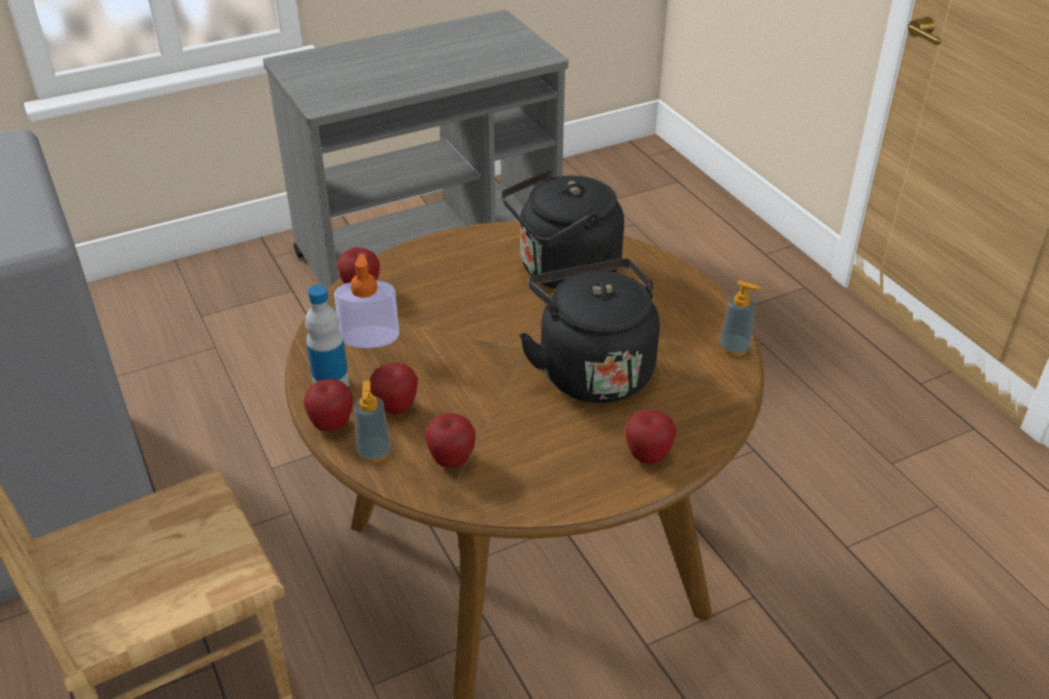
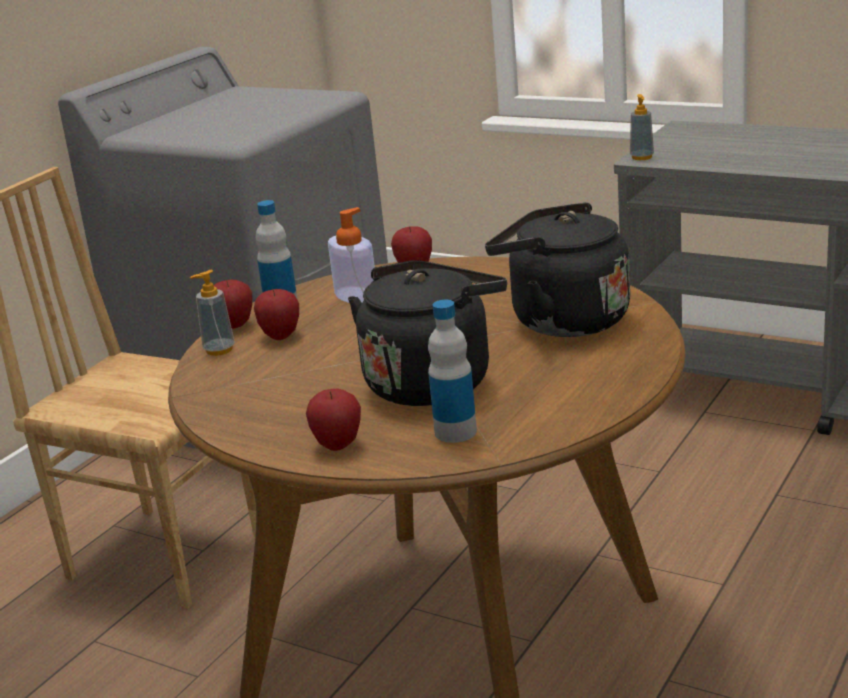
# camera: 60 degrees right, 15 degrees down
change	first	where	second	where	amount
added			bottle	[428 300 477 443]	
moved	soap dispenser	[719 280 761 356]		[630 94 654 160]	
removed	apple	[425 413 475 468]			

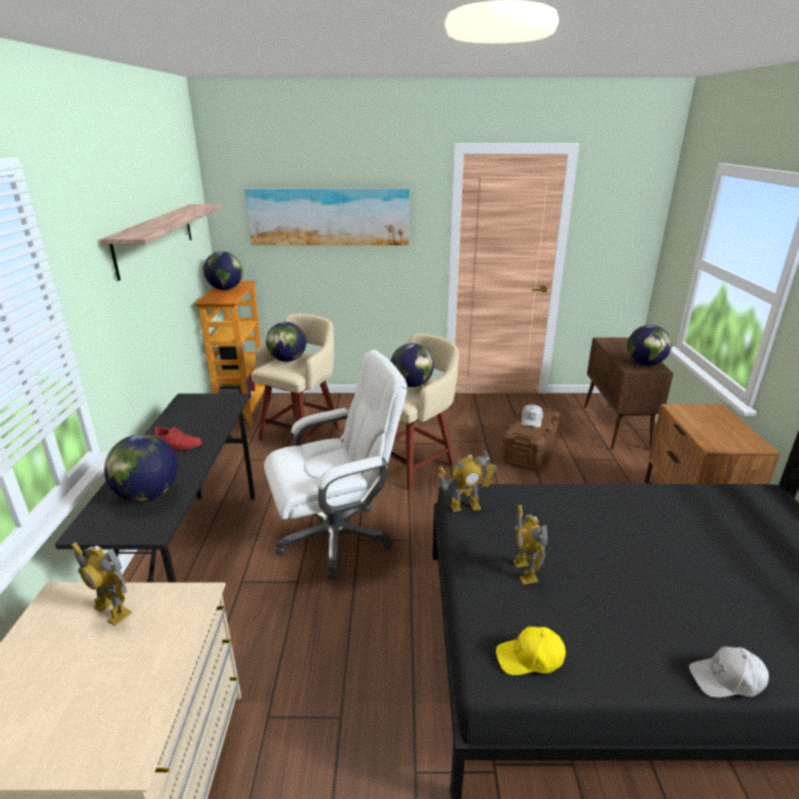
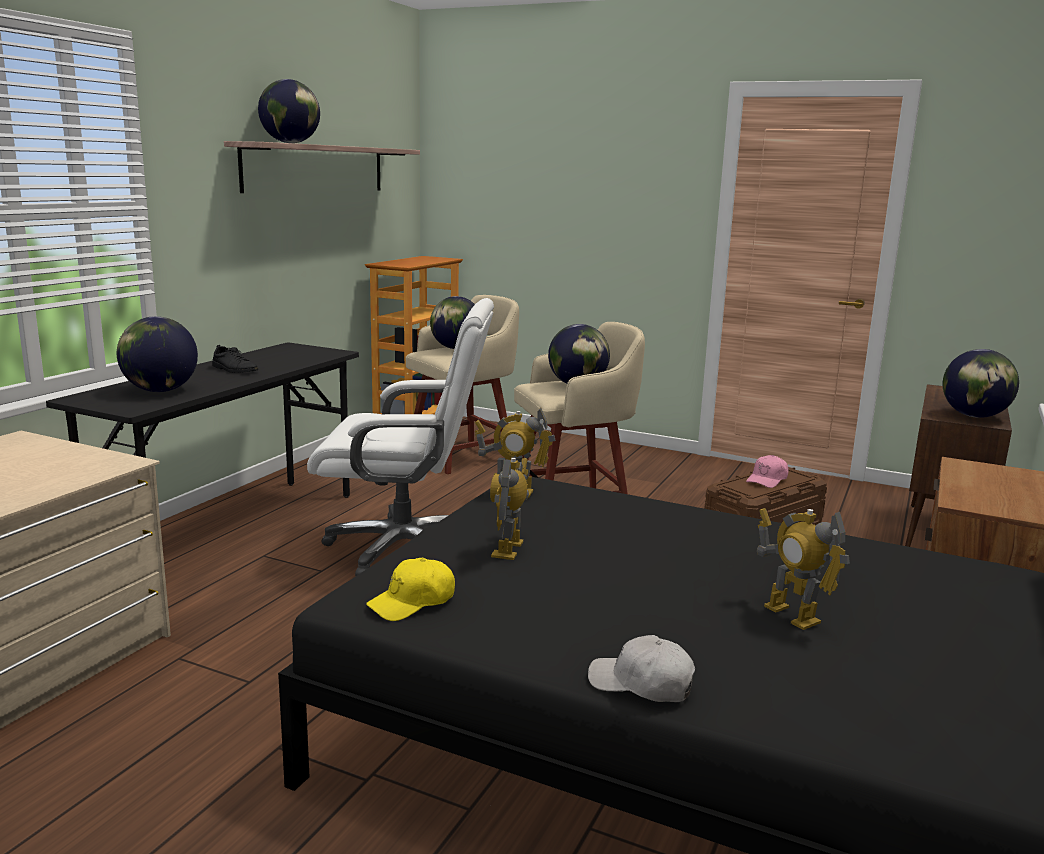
# camera: 25 degrees right, 10 degrees down
change	first	where	second	where	amount
recoloured	shoe/red	[154 427 203 451]	shoe/black	[212 345 258 373]	
moved	globe	[203 251 243 290]		[258 79 320 143]	
turned	cap/yellow	[496 626 566 675]		[366 558 455 621]	60 degrees counterclockwise
recoloured	cap/white	[521 404 543 428]	cap/pink	[746 455 788 488]	
moved	toy robot	[71 542 132 626]		[757 508 850 630]	
removed	picture	[244 189 409 245]			

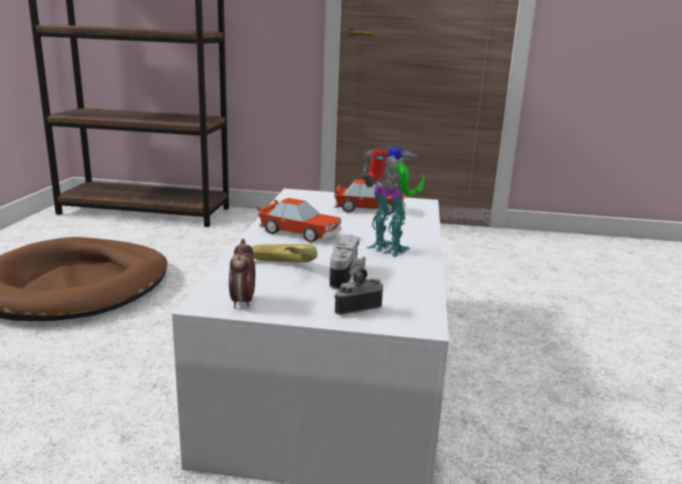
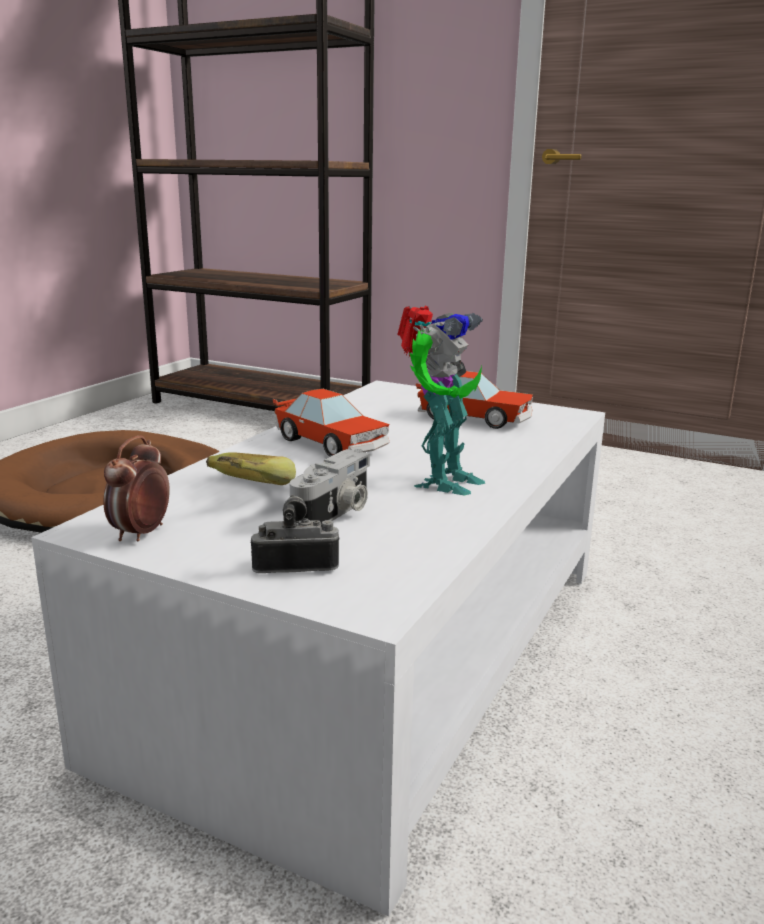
# camera: 20 degrees right, 0 degrees up
change	first	where	second	where	amount
turned	toy robot	[362 146 424 257]		[397 305 485 495]	60 degrees clockwise

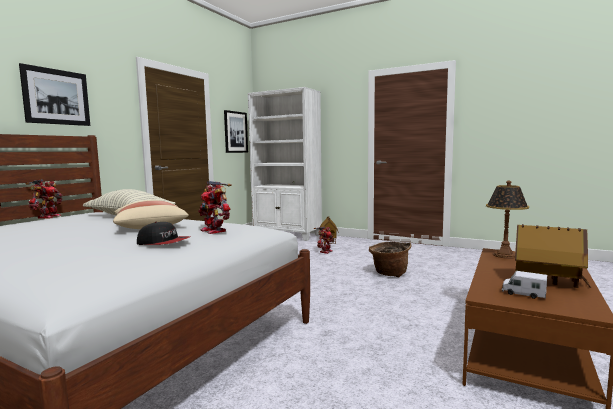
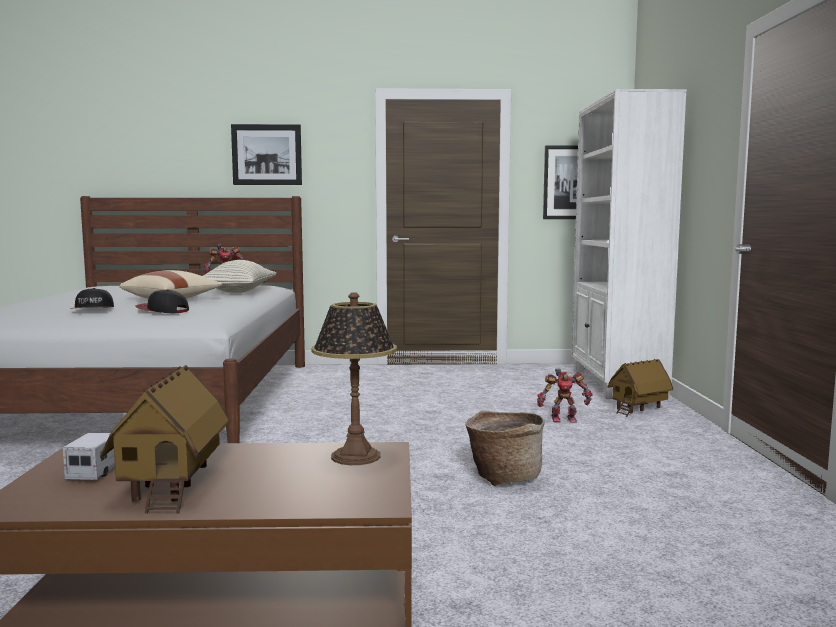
# camera: 60 degrees right, 0 degrees up
change	first	where	second	where	amount
replaced	toy robot	[198 181 232 234]	cap	[135 290 189 313]	

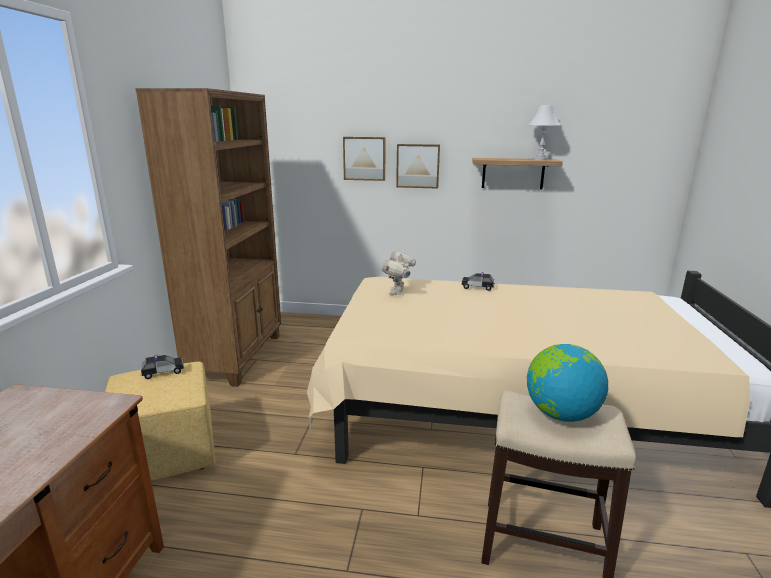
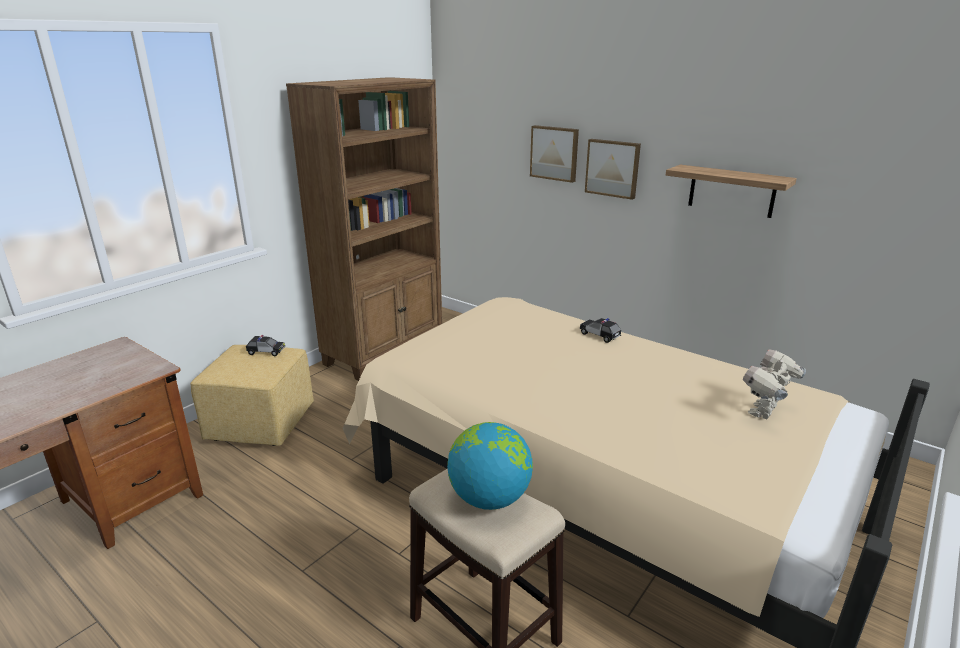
# camera: 30 degrees right, 5 degrees up
change	first	where	second	where	amount
moved	toy robot	[382 250 416 295]		[743 349 806 419]	
removed	table lamp/white	[528 105 561 160]			

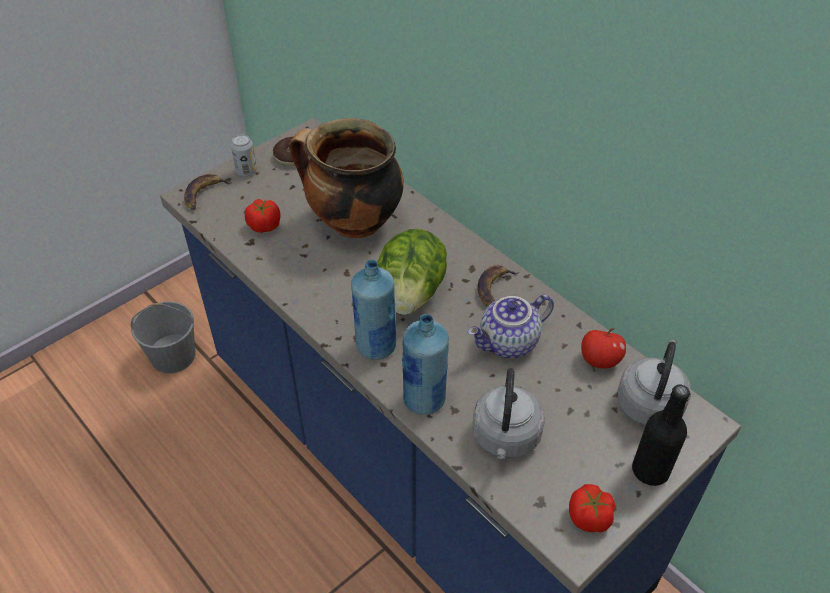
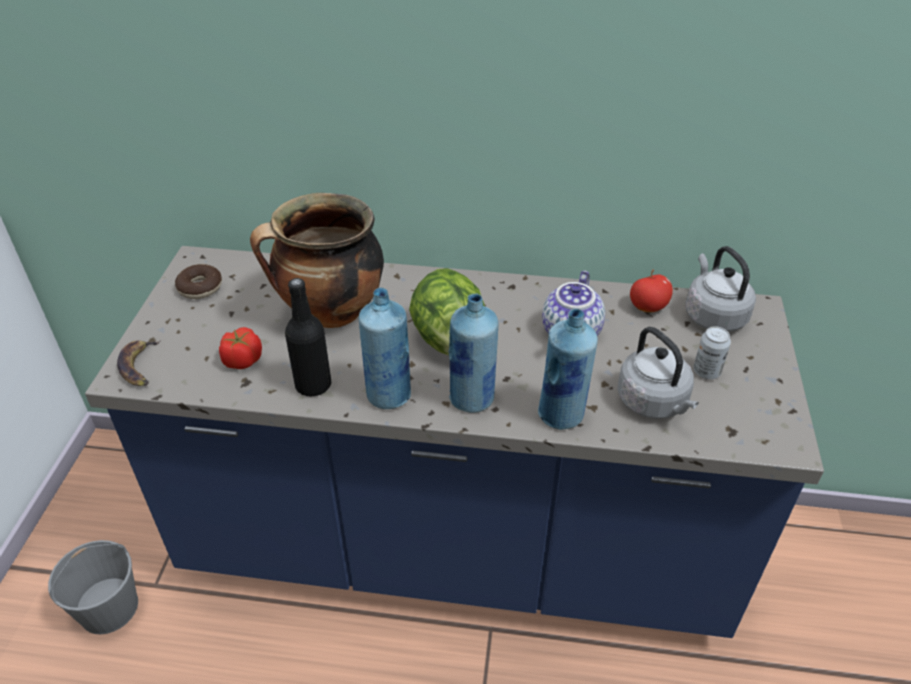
# camera: 40 degrees left, 5 degrees down
change	first	where	second	where	amount
moved	bottle/black	[632 385 690 486]		[285 278 331 396]	
added			bottle/blue	[359 288 411 409]	
moved	can	[231 134 257 176]		[693 326 731 379]	
removed	banana	[478 265 519 307]			
removed	tomato	[569 484 615 532]			

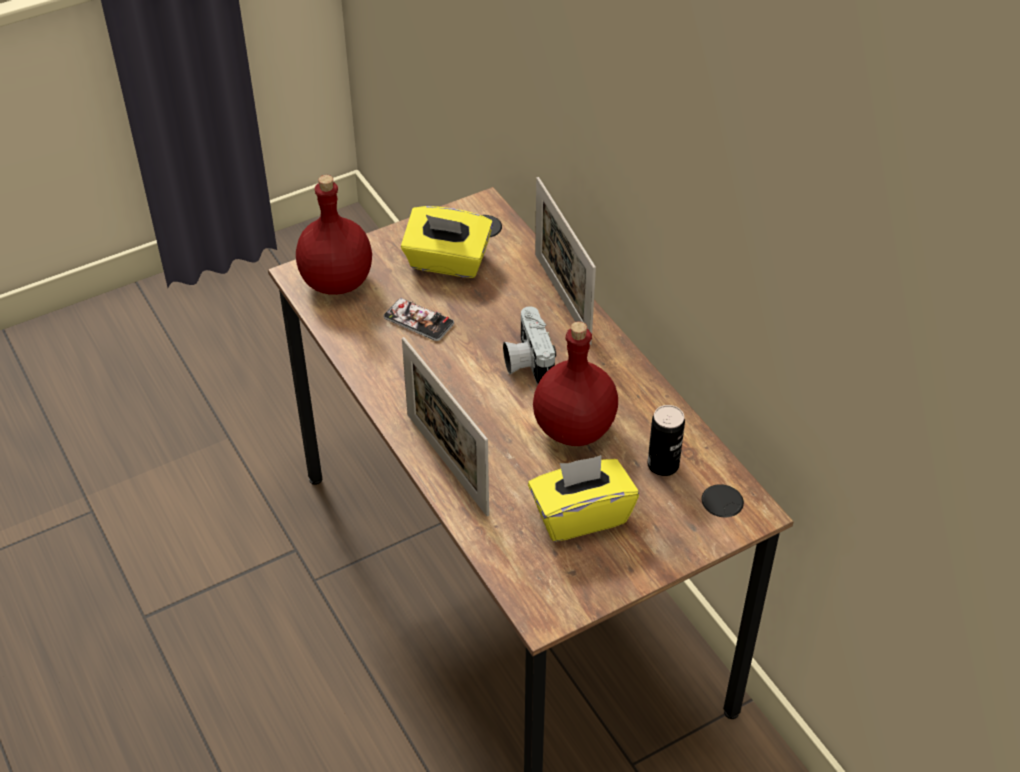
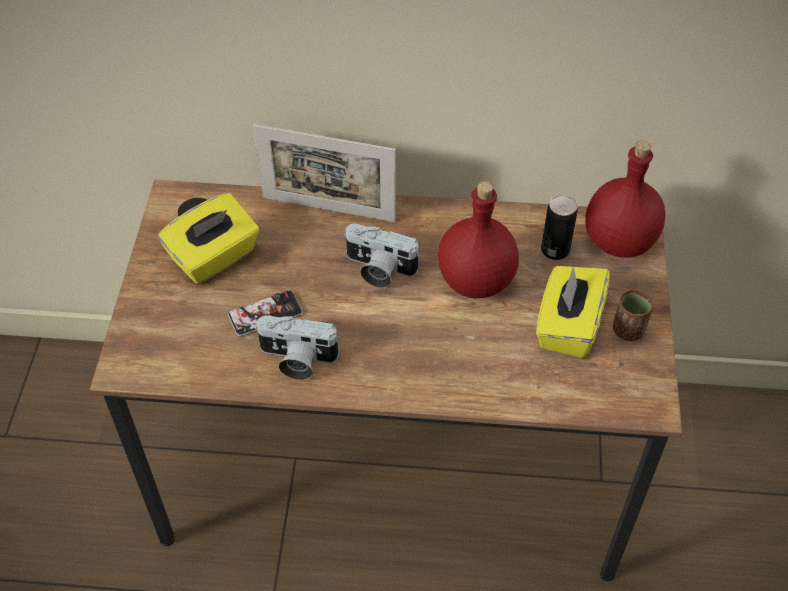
# camera: 55 degrees left, 5 degrees up
change	first	where	second	where	amount
added			photo camera	[255 315 340 380]	
moved	bottle/red	[296 175 372 295]		[585 140 666 258]	
added			cup/brown	[613 289 653 341]	
removed	picture frame	[402 337 489 516]			

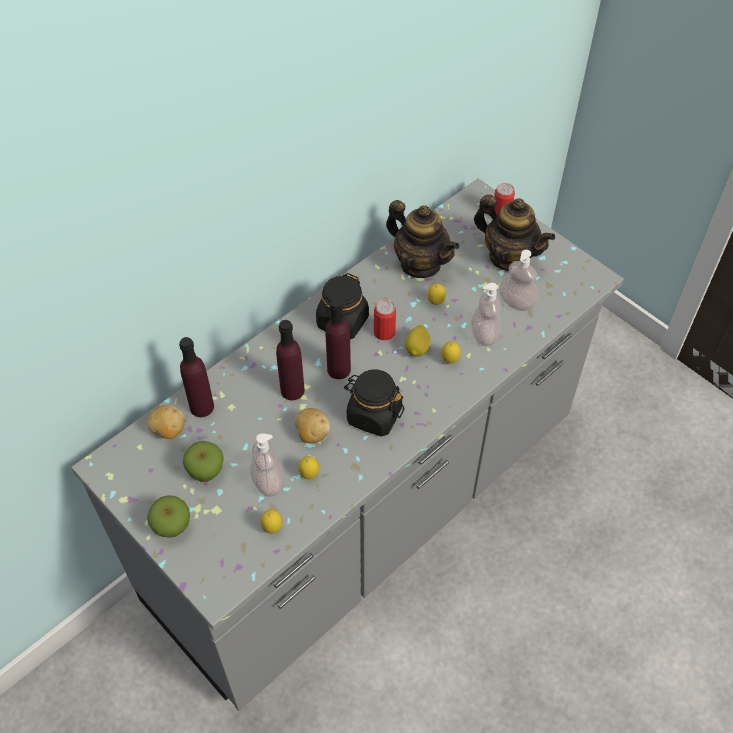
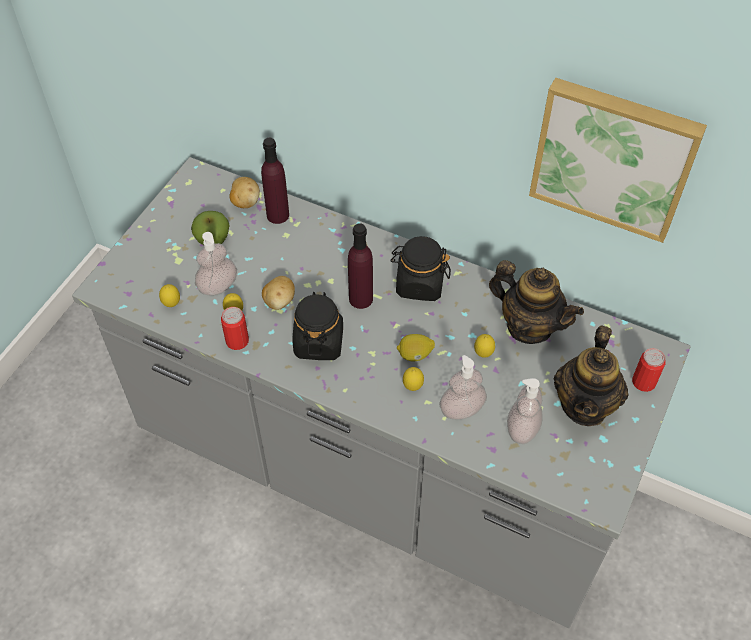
# camera: 70 degrees right, 0 degrees up
change	first	where	second	where	amount
moved	can	[374 299 396 341]		[221 307 249 350]	
turned	teapot	[386 200 459 278]		[489 260 584 344]	75 degrees counterclockwise
added			picture	[529 78 707 243]	
removed	apple	[147 495 190 538]			
removed	bottle/purple	[276 320 305 400]			

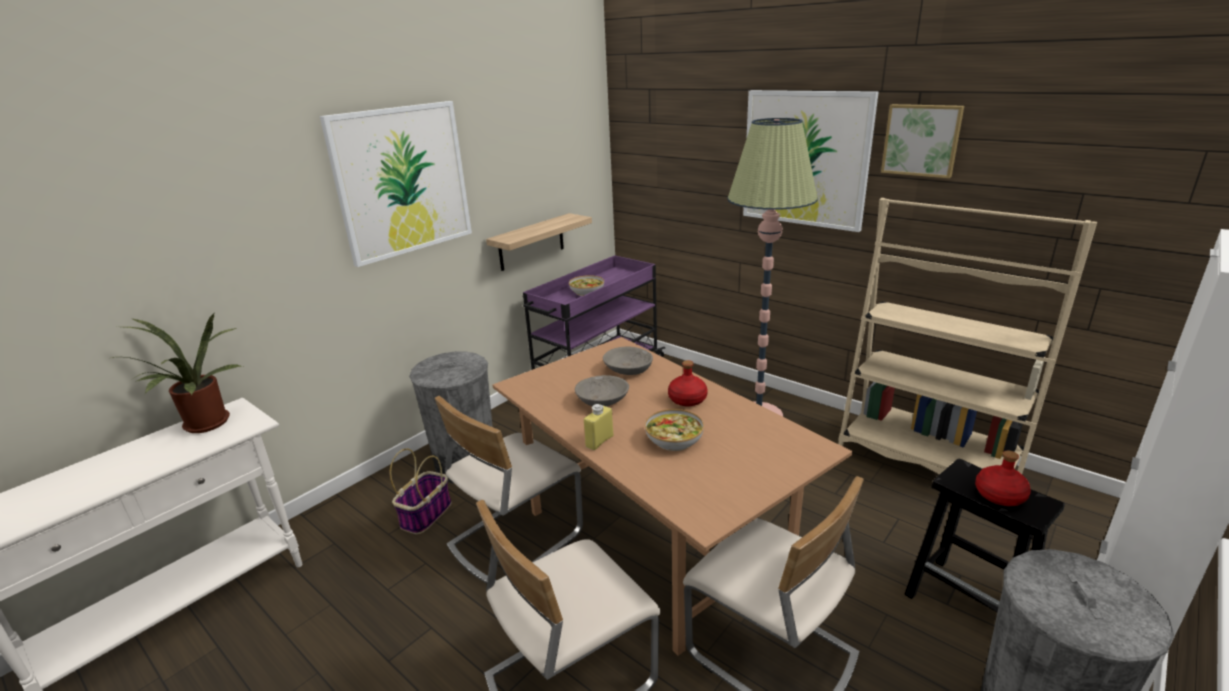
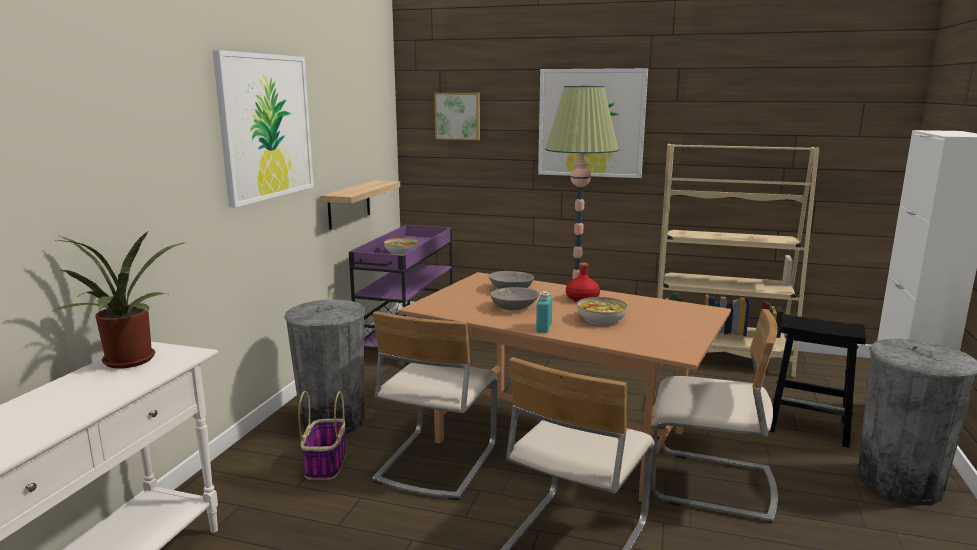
# camera: 25 degrees left, 10 degrees down
change	first	where	second	where	amount
moved	picture	[881 104 964 178]		[434 93 480 140]	
recoloured	bottle/yellow	[584 404 614 450]	bottle/turquoise	[536 291 552 333]	
removed	bottle/red	[975 451 1031 506]			

